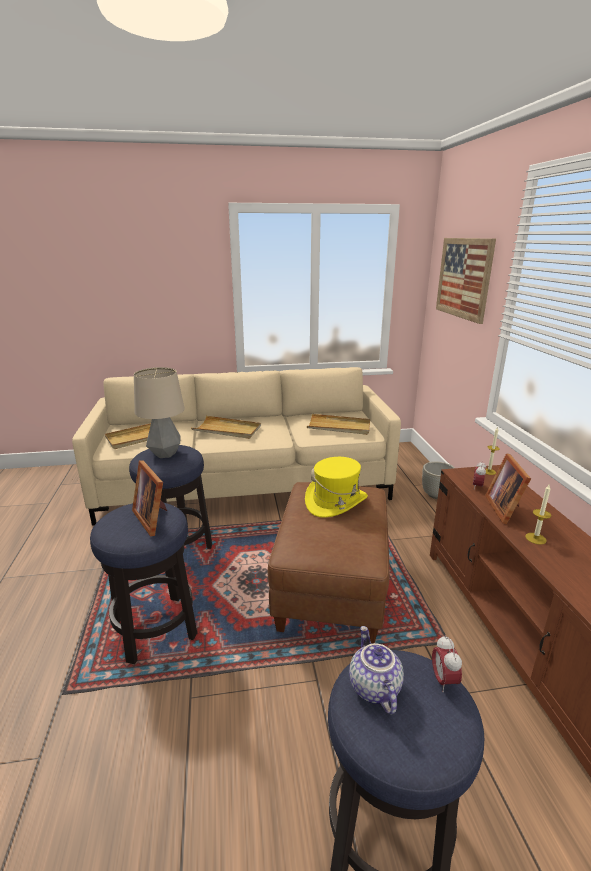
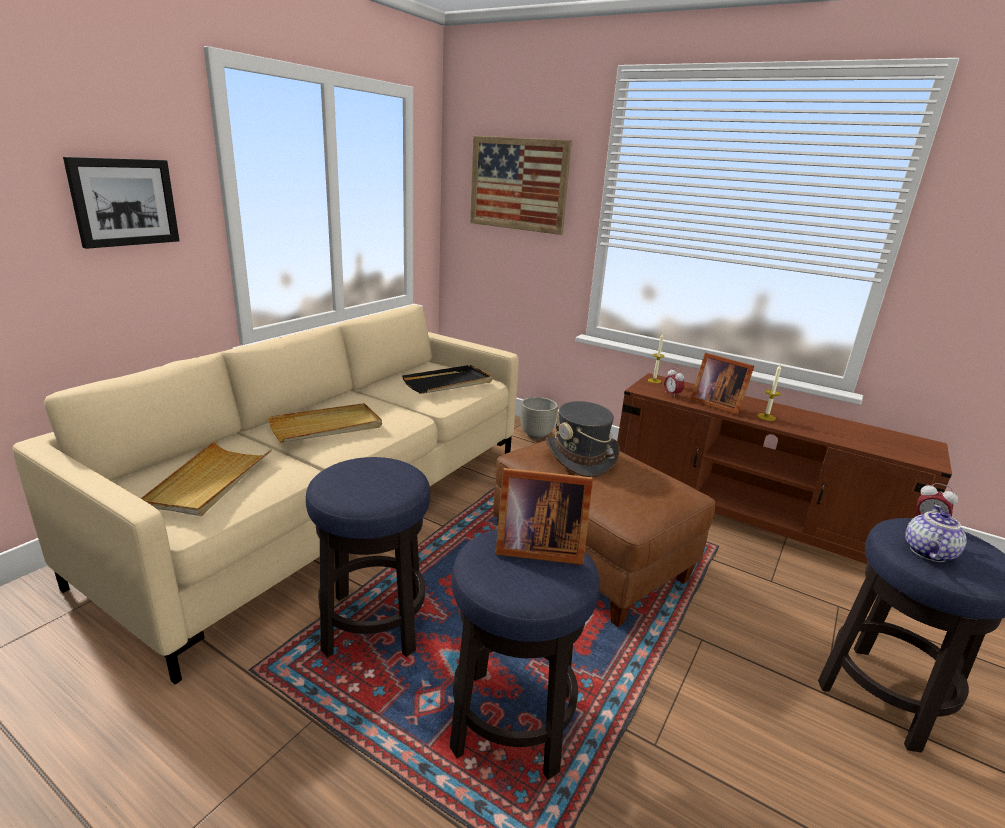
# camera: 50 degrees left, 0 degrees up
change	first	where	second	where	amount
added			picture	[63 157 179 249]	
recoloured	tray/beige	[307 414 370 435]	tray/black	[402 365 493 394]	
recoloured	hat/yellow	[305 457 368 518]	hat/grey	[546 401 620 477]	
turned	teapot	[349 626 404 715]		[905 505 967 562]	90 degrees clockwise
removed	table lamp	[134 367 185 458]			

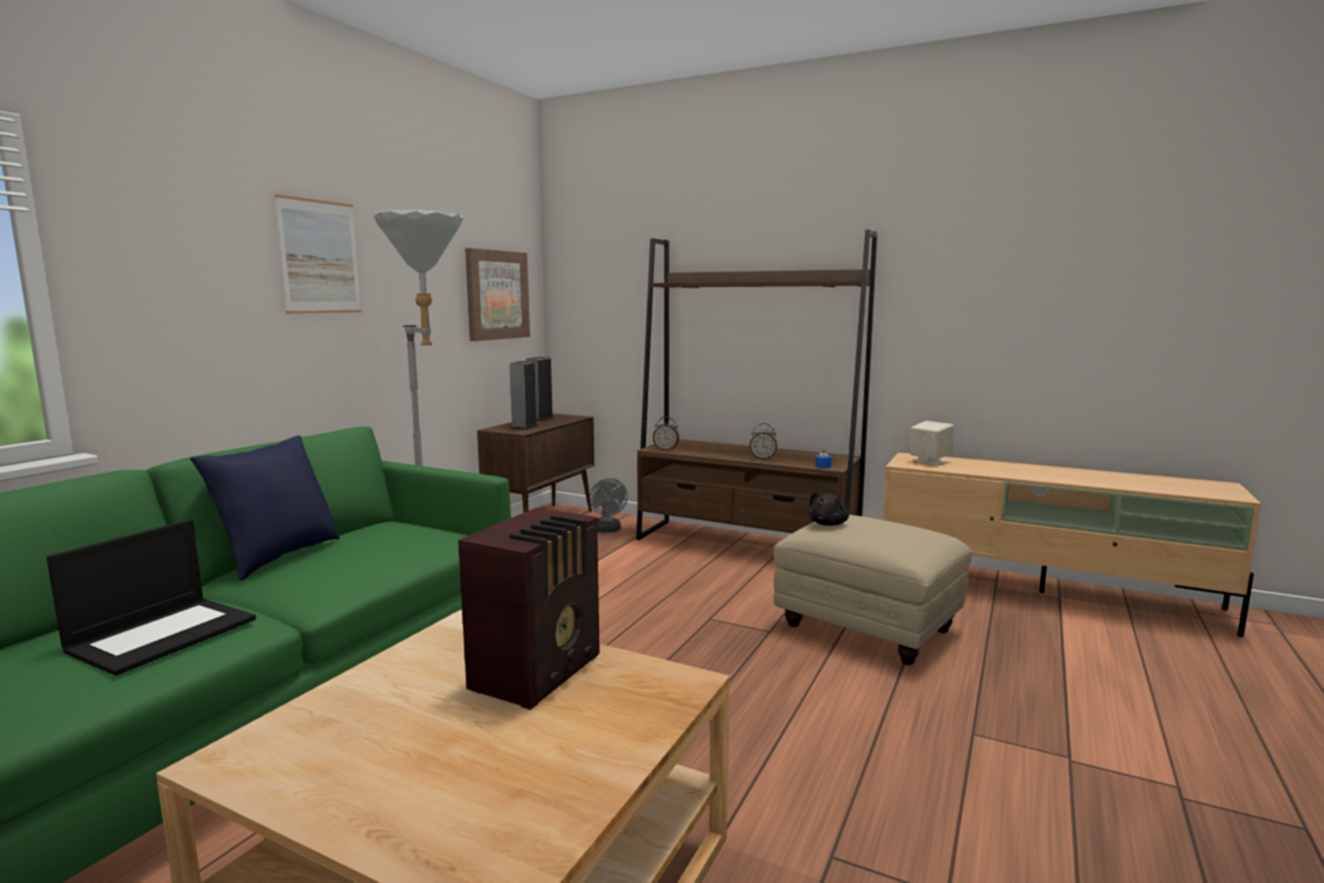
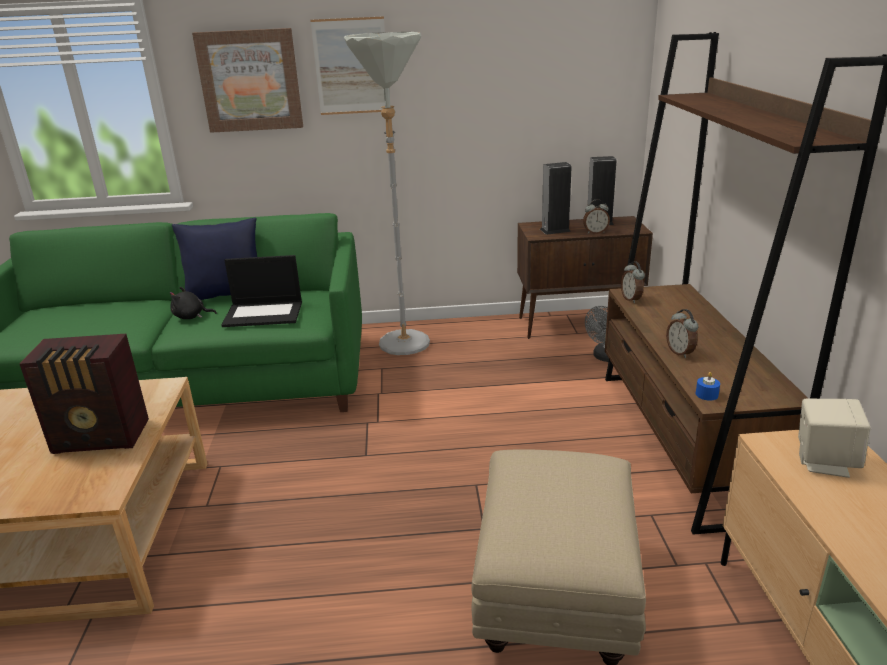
# camera: 60 degrees right, 15 degrees up
change	first	where	second	where	amount
moved	plush toy/black	[808 492 849 526]		[170 287 217 319]	
moved	picture	[465 248 530 341]		[192 28 303 133]	
moved	laptop	[46 520 256 676]		[221 255 302 327]	
added			alarm clock	[583 199 610 234]	

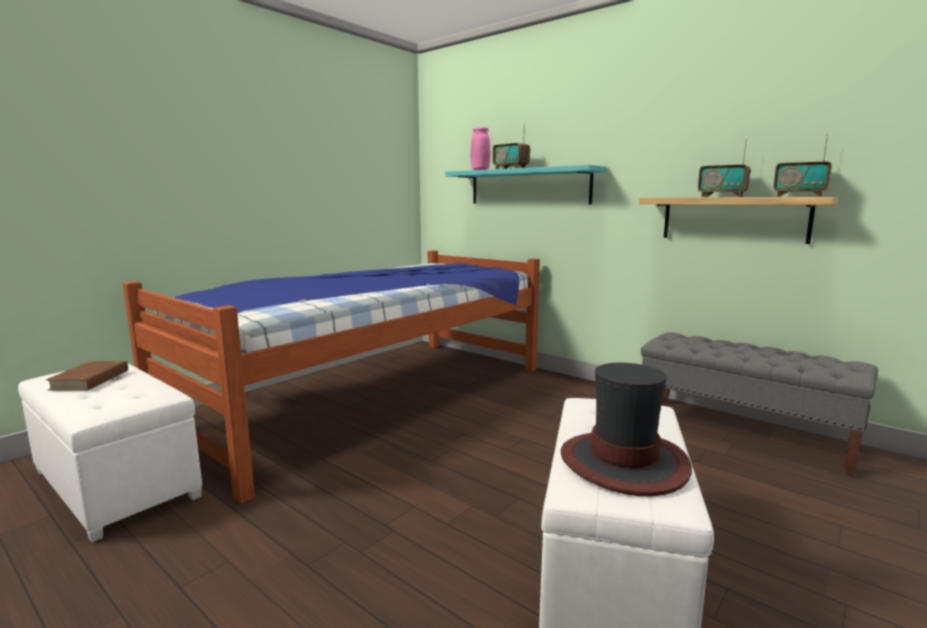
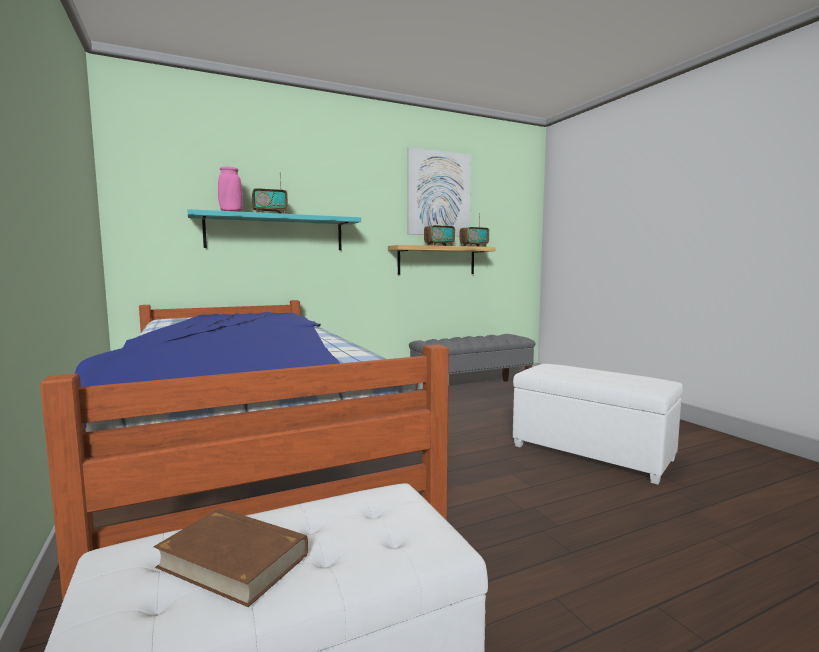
# camera: 65 degrees left, 5 degrees down
change	first	where	second	where	amount
added			picture	[407 147 471 236]	
removed	hat	[561 363 692 496]			

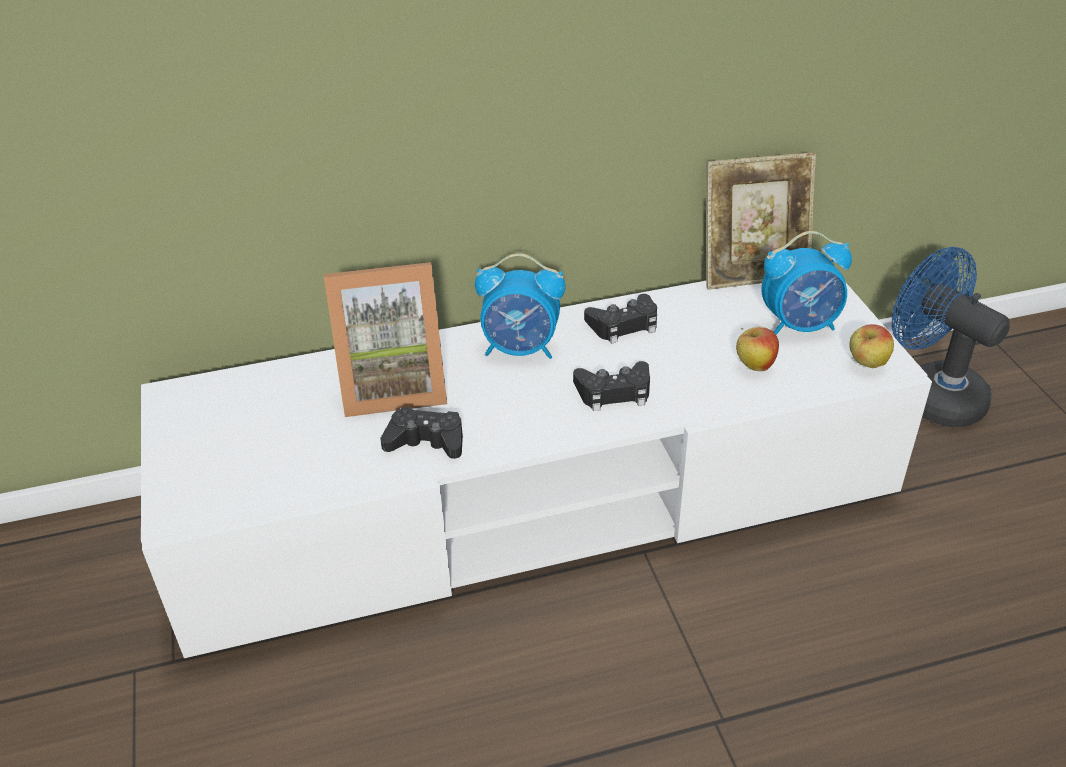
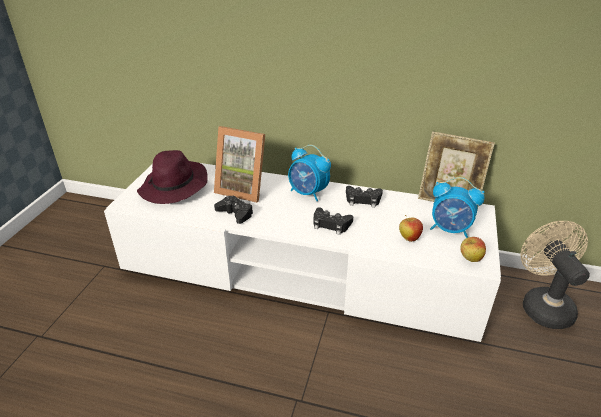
# camera: 30 degrees right, 5 degrees down
change	first	where	second	where	amount
added			hat/purple	[137 150 208 204]	
recoloured	fan/blue	[892 247 1010 427]	fan/beige	[521 221 590 329]	

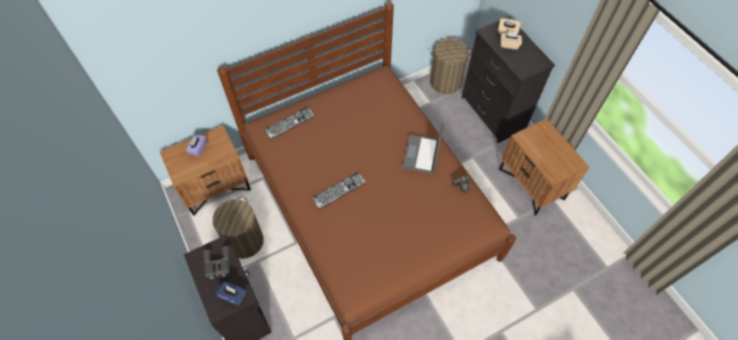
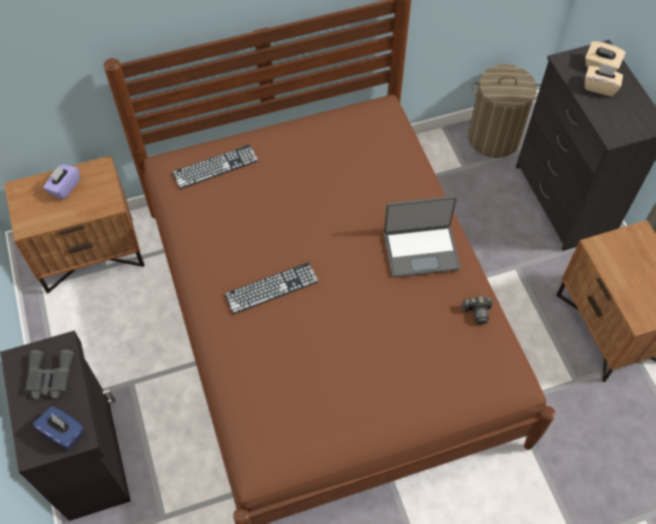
# camera: 10 degrees right, 0 degrees up
change	first	where	second	where	amount
turned	laptop	[402 123 444 174]		[384 196 460 278]	120 degrees counterclockwise
removed	laundry basket	[213 197 264 259]			

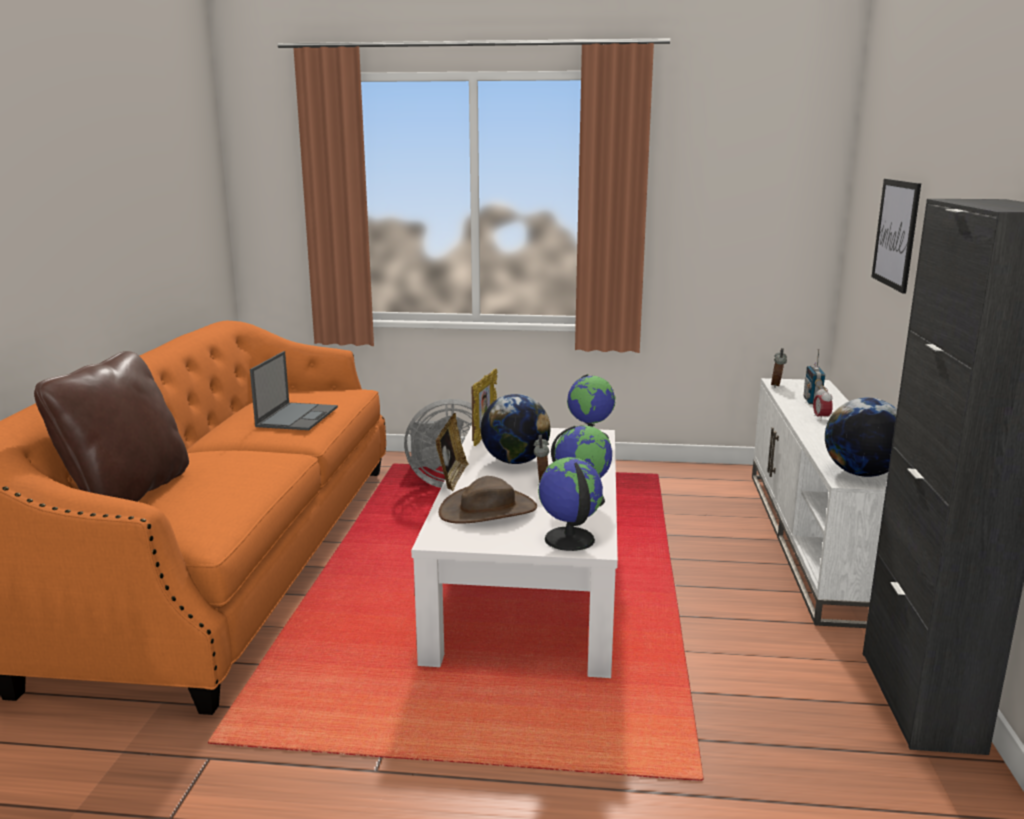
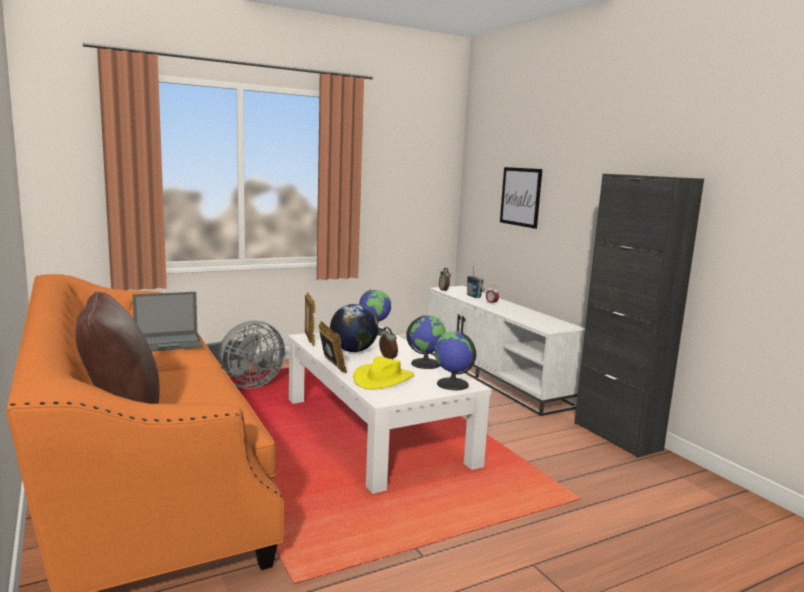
# camera: 35 degrees left, 5 degrees down
change	first	where	second	where	amount
turned	laptop	[250 351 338 430]		[132 292 202 352]	90 degrees clockwise
recoloured	hat/brown	[439 476 537 524]	hat/yellow	[353 356 414 390]	
removed	globe	[825 398 897 477]			

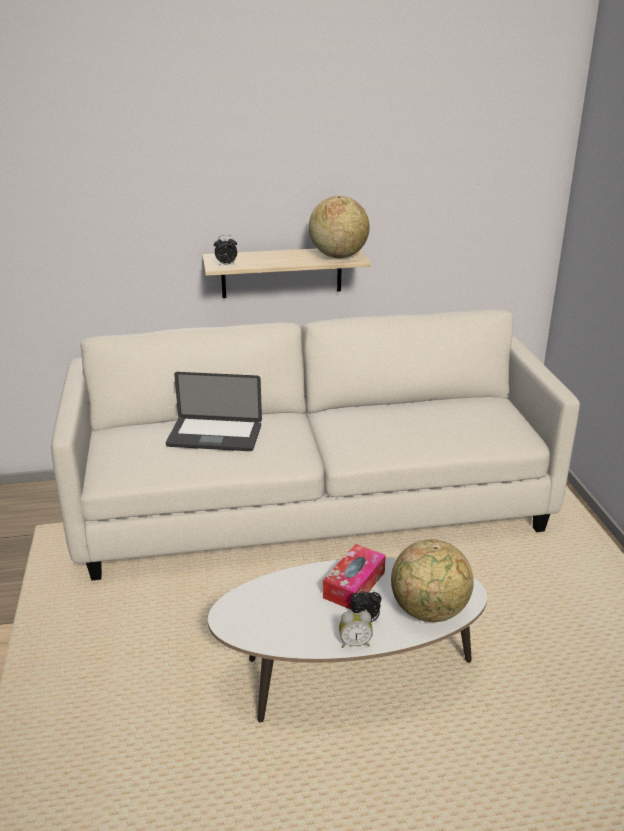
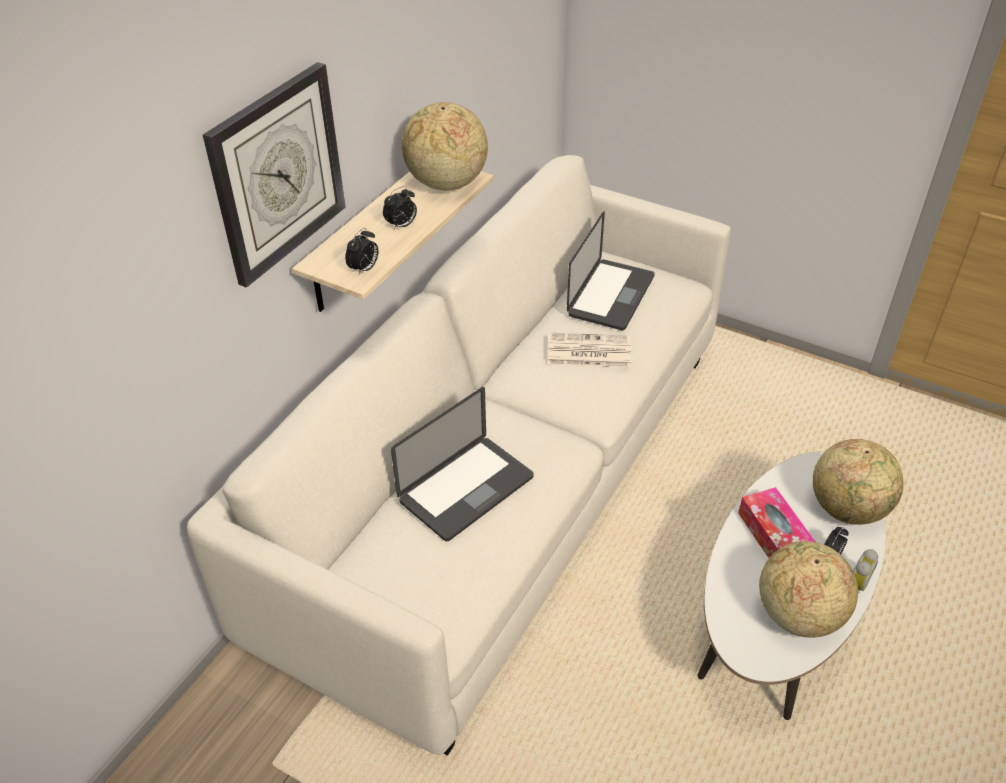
# camera: 50 degrees left, 15 degrees up
change	first	where	second	where	amount
added			wall clock	[203 62 346 288]	
added			alarm clock	[383 186 417 230]	
added			newspaper	[547 333 631 367]	
added			laptop	[567 211 655 331]	
added			globe	[759 541 858 638]	

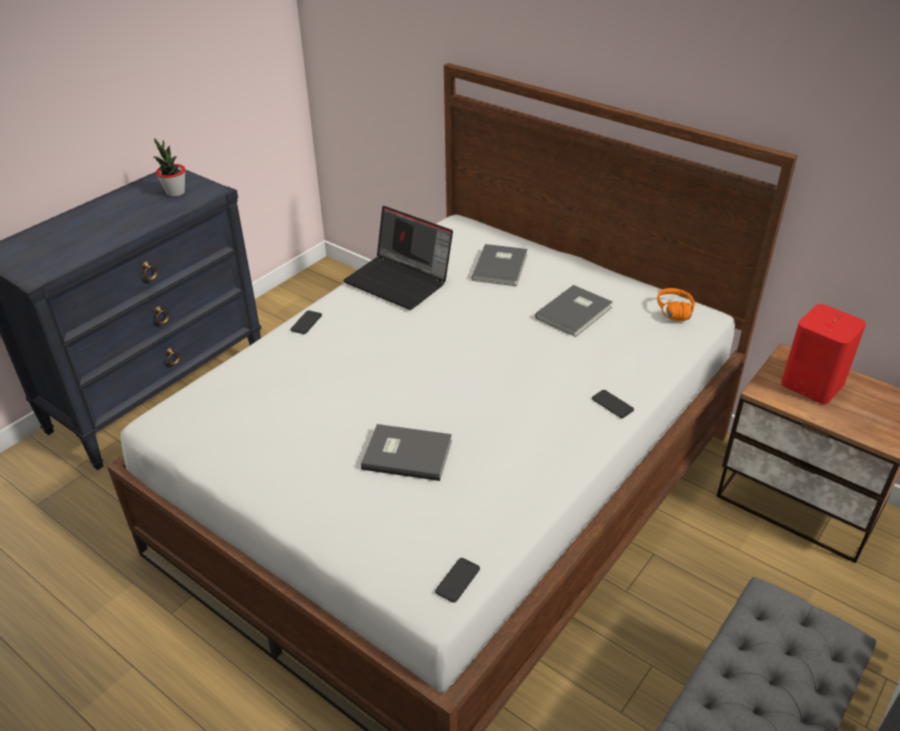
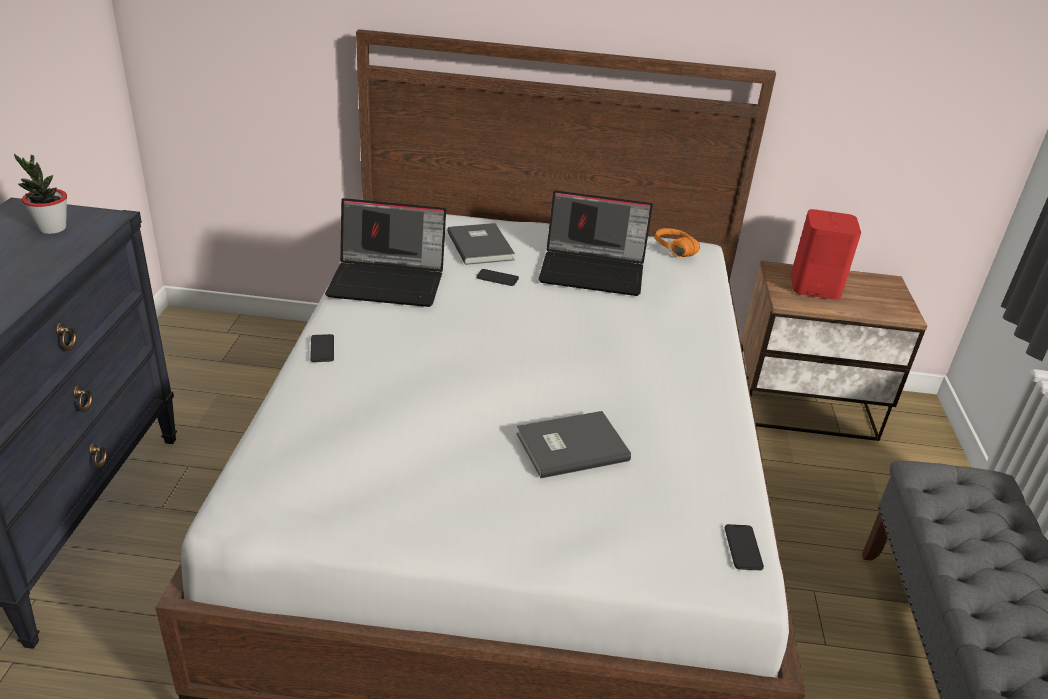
# camera: 35 degrees left, 5 degrees down
change	first	where	second	where	amount
moved	phone	[592 390 634 418]		[476 269 519 286]	
replaced	book/grey	[535 285 613 337]	laptop	[538 190 653 296]	

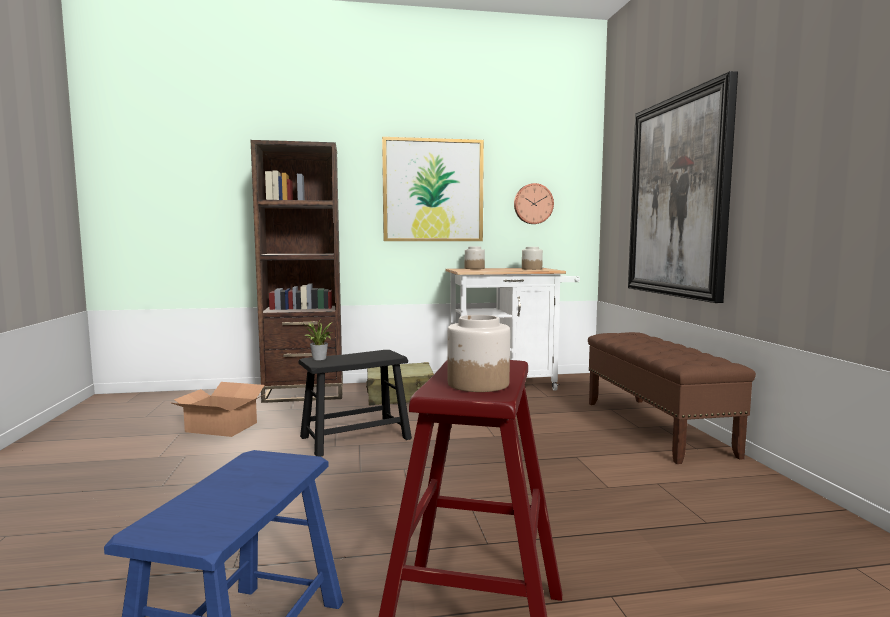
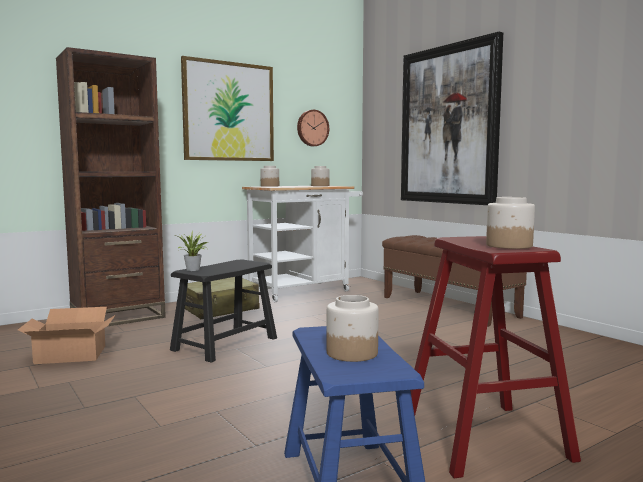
# camera: 25 degrees left, 0 degrees up
change	first	where	second	where	amount
added			jar	[327 295 379 362]	

